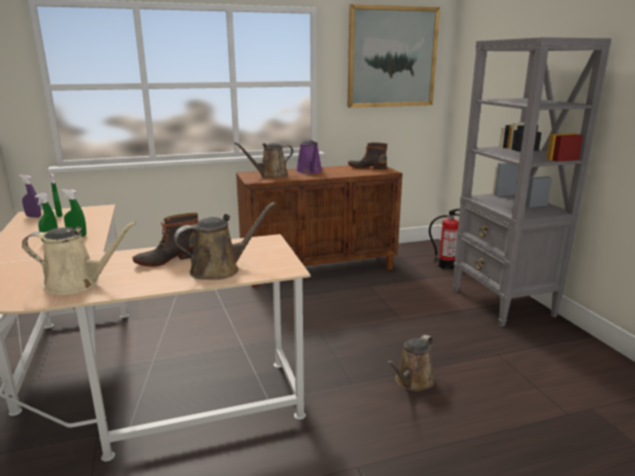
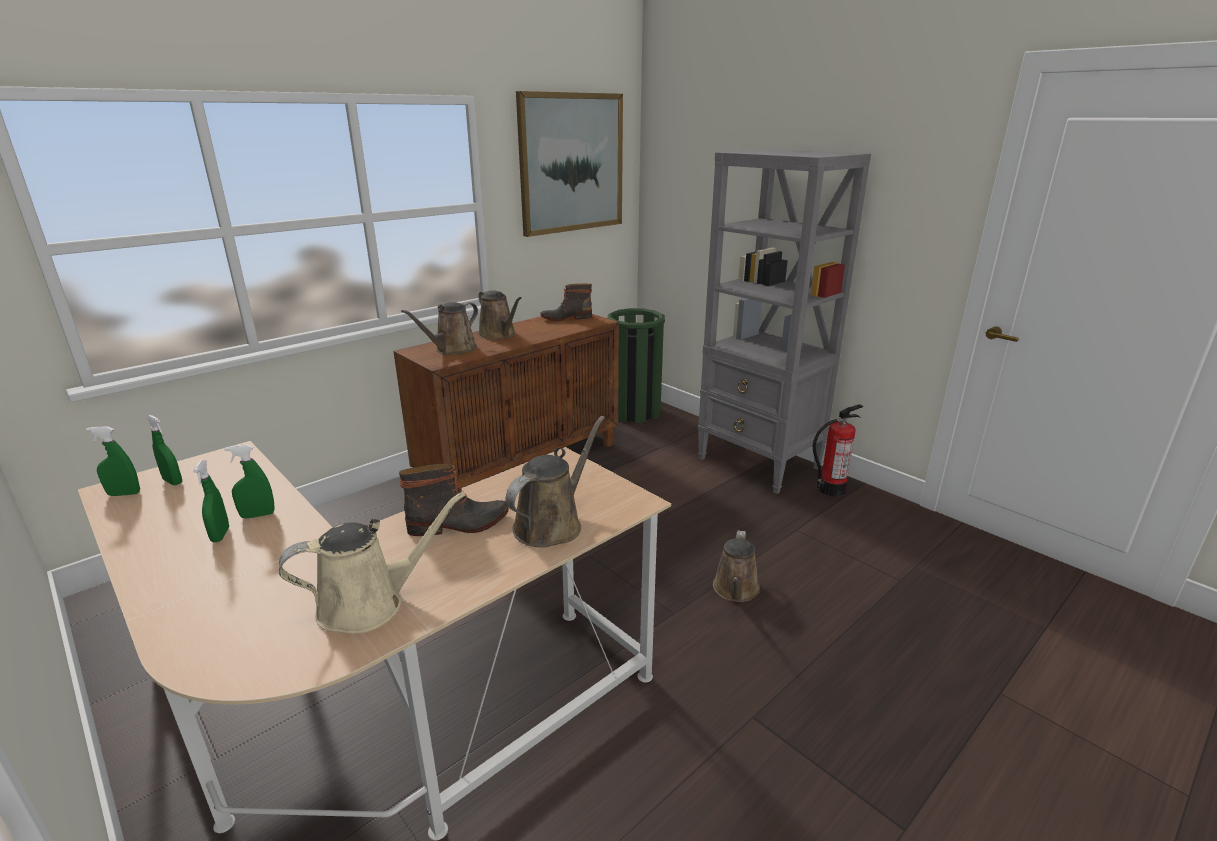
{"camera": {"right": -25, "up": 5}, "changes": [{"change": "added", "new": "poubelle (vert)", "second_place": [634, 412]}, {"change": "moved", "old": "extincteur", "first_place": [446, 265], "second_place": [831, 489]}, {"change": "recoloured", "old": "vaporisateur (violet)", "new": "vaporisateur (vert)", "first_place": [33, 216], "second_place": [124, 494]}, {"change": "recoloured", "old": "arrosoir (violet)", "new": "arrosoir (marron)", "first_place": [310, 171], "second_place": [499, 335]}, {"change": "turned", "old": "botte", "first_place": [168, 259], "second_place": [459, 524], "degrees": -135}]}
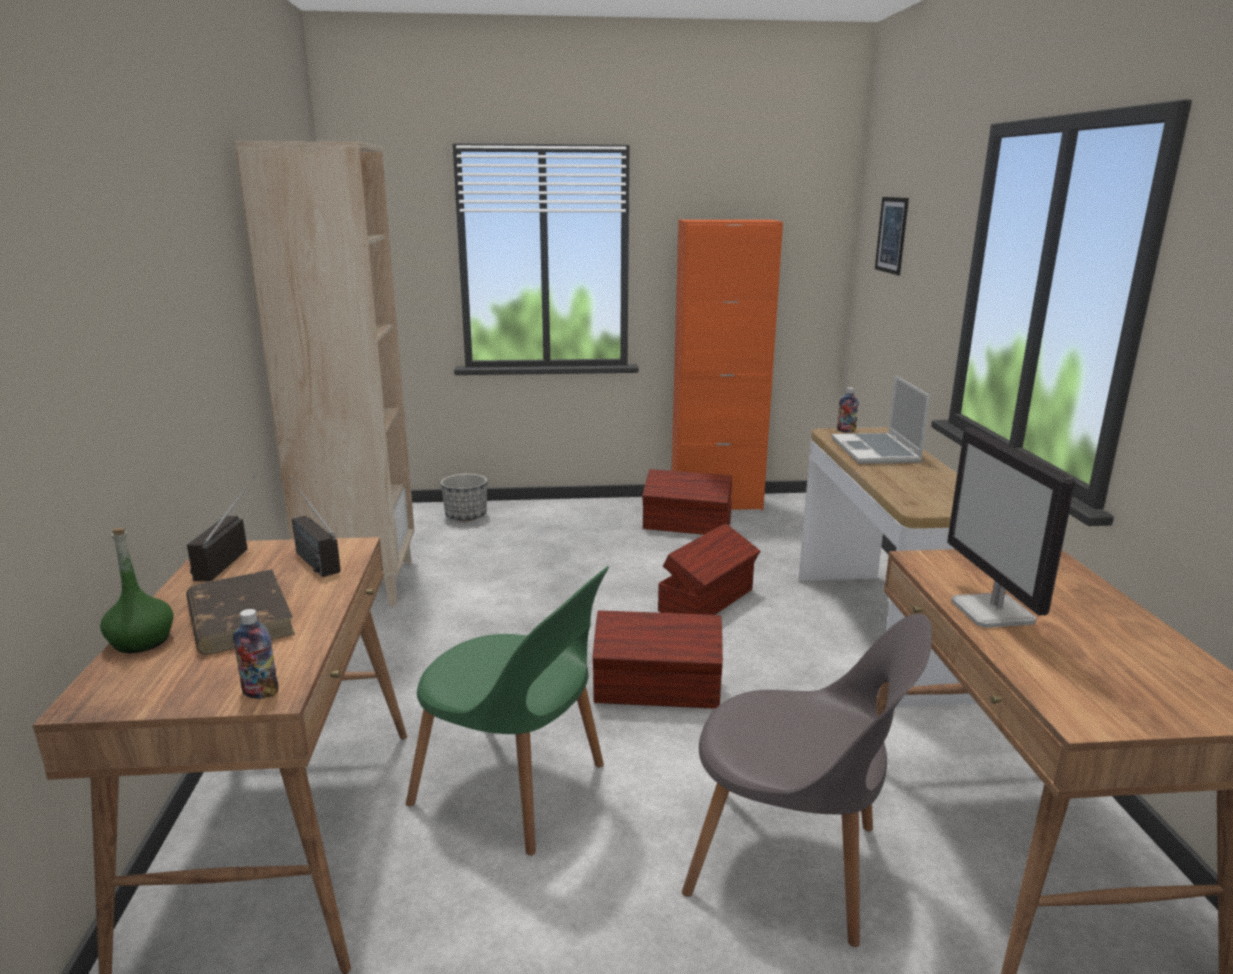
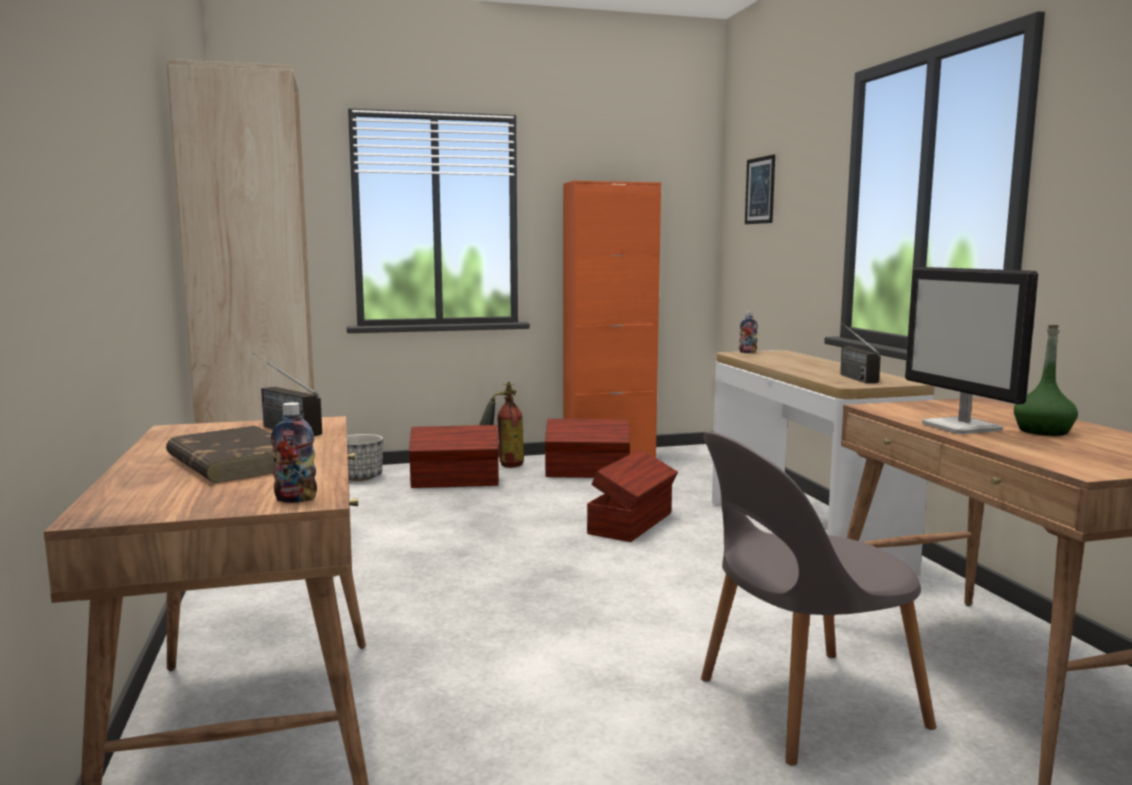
{"camera": {"right": -10, "up": -10}, "changes": [{"change": "removed", "old": "chaise (vert)", "first_place": [515, 788]}, {"change": "removed", "old": "ordinateur portable", "first_place": [876, 451]}, {"change": "added", "new": "extincteur", "second_place": [502, 466]}, {"change": "moved", "old": "bouteille (vert)", "first_place": [141, 641], "second_place": [1042, 431]}, {"change": "moved", "old": "radio", "first_place": [229, 556], "second_place": [850, 376]}, {"change": "moved", "old": "boîte de rangement (marron)", "first_place": [658, 691], "second_place": [456, 482]}, {"change": "turned", "old": "chaise (gris)", "first_place": [792, 864], "second_place": [802, 705], "degrees": 150}]}
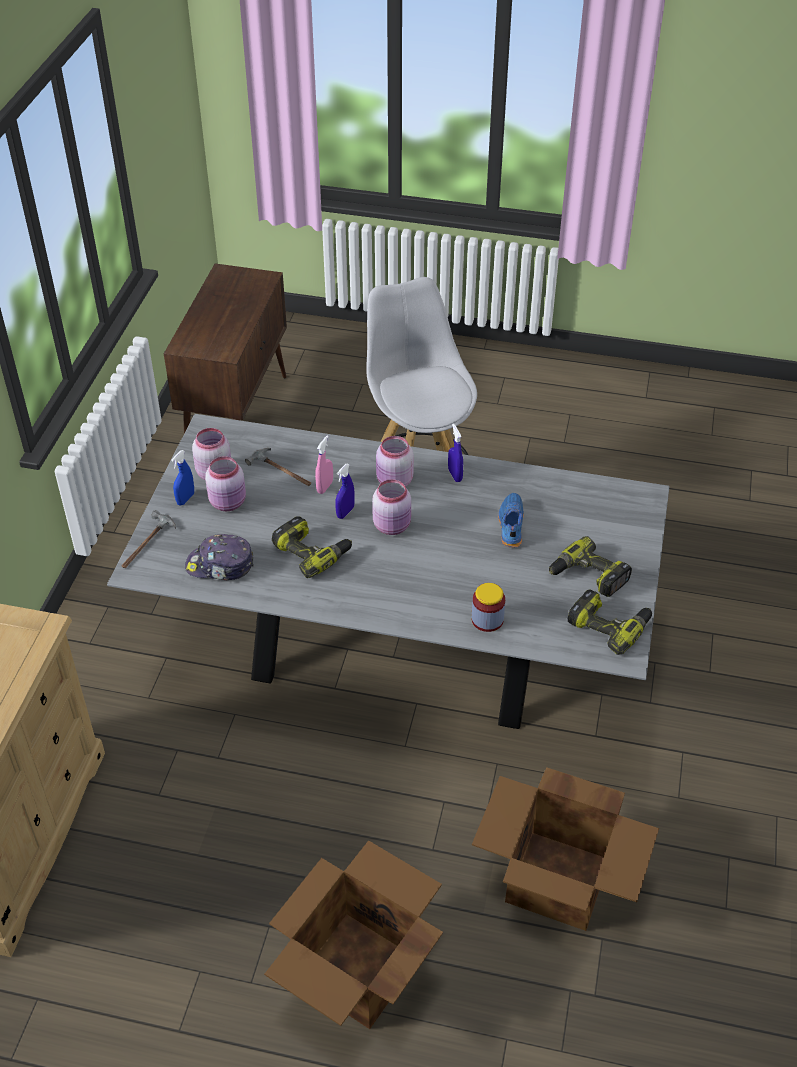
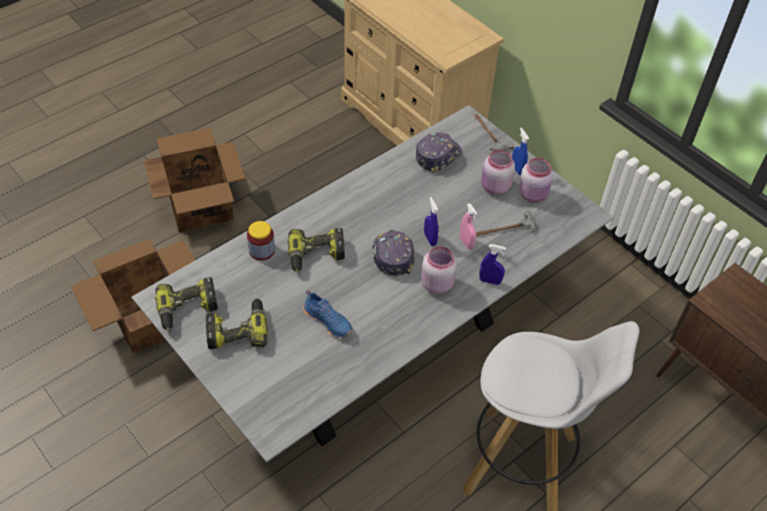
{"camera": {"right": 125, "up": 5}, "changes": [{"change": "moved", "old": "perceuse", "first_place": [312, 552], "second_place": [316, 255]}, {"change": "moved", "old": "vaporisateur (bleu)", "first_place": [455, 475], "second_place": [490, 281]}, {"change": "replaced", "old": "bocal (rose)", "new": "casquette", "first_place": [393, 525], "second_place": [392, 256]}]}
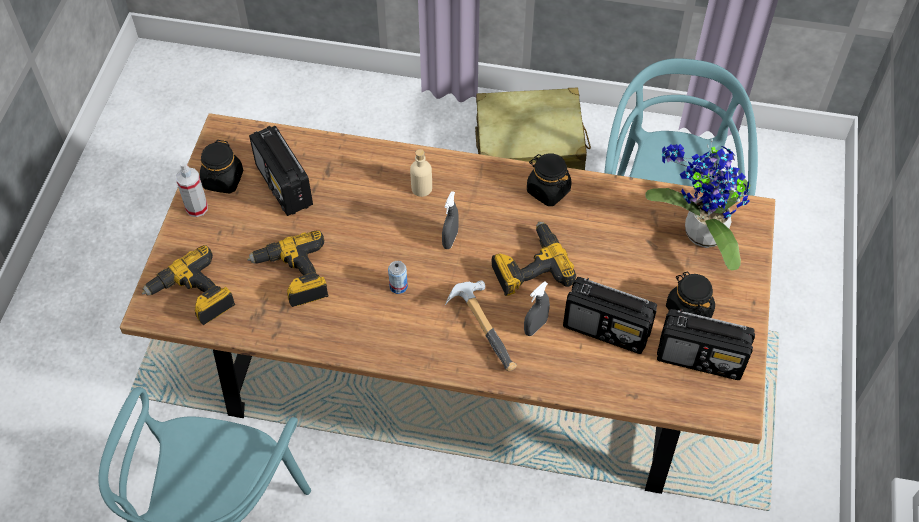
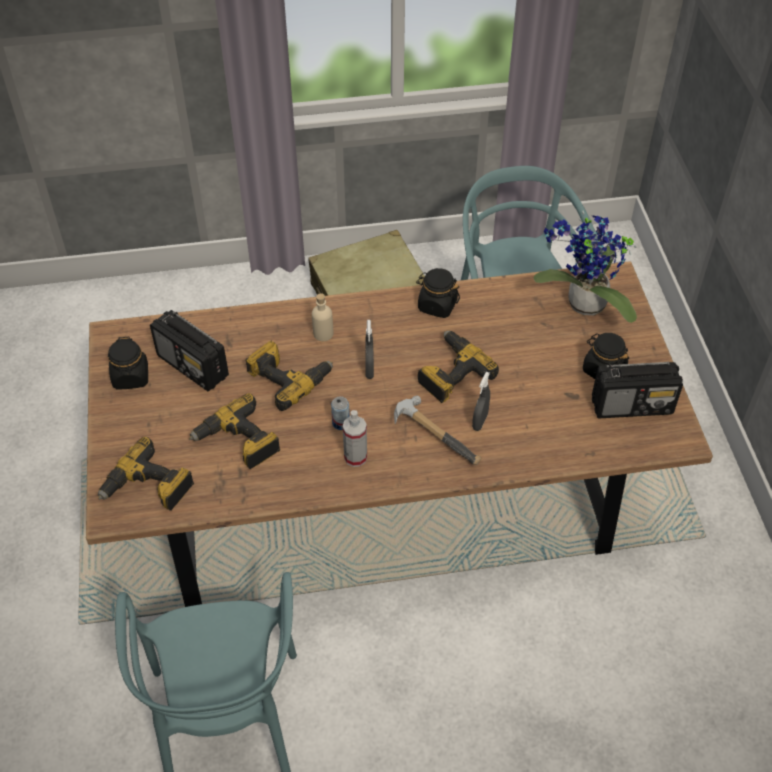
{"camera": {"right": -20, "up": -5}, "changes": [{"change": "removed", "old": "radio", "first_place": [607, 329]}, {"change": "added", "new": "perceuse", "second_place": [288, 378]}, {"change": "moved", "old": "vaporisateur", "first_place": [197, 208], "second_place": [355, 457]}]}
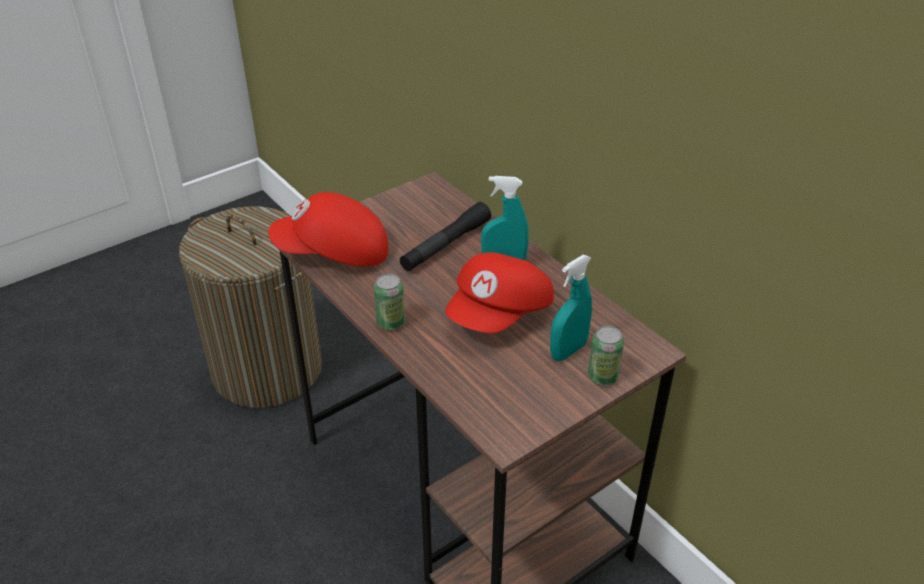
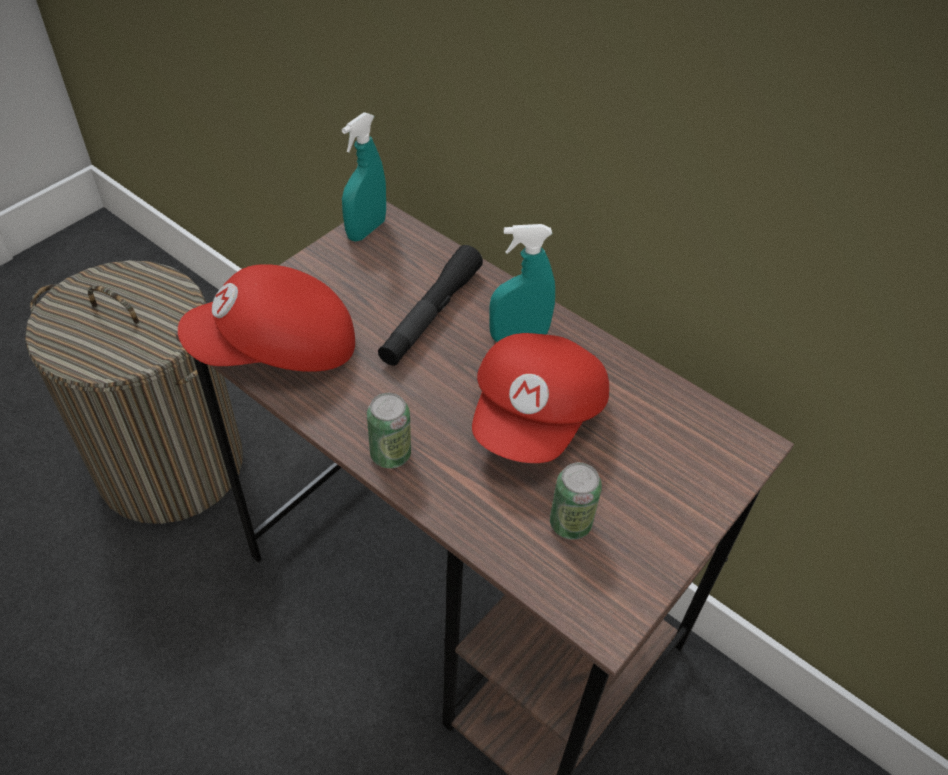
{"camera": {"right": -15, "up": 10}, "changes": [{"change": "moved", "old": "vaporisateur (turquoise)", "first_place": [568, 351], "second_place": [366, 230]}, {"change": "moved", "old": "boîte métallique", "first_place": [602, 377], "second_place": [570, 523]}]}
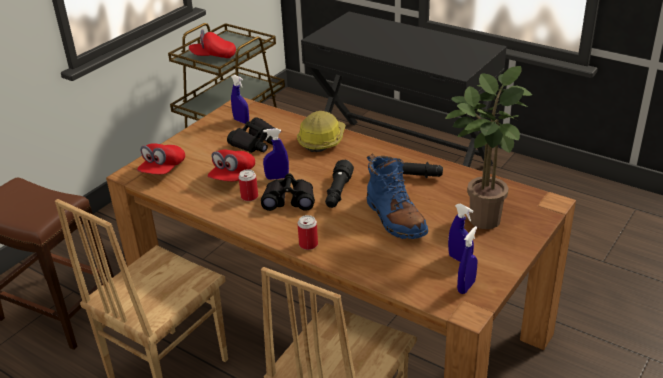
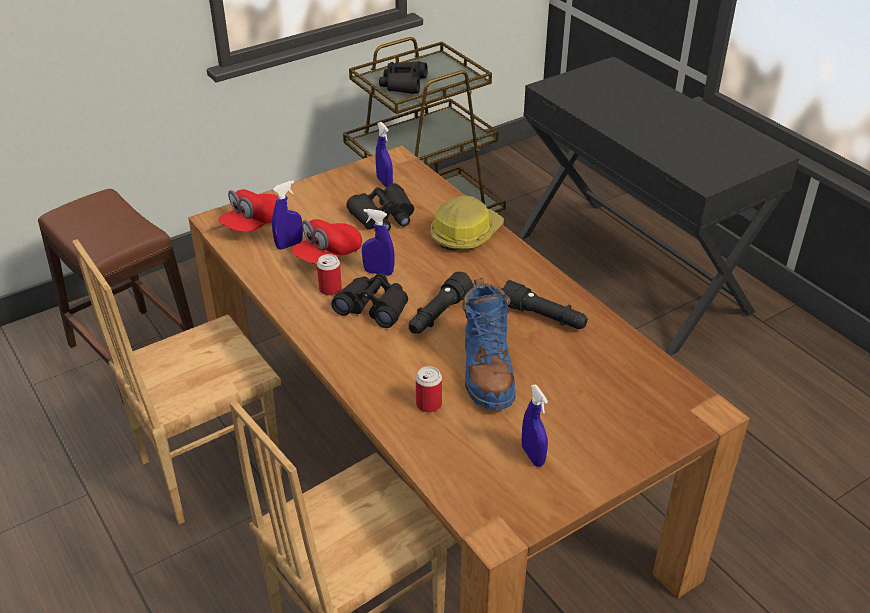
{"camera": {"right": 20, "up": 5}, "changes": [{"change": "removed", "old": "plante en pot", "first_place": [481, 216]}, {"change": "moved", "old": "boîte métallique", "first_place": [308, 244], "second_place": [429, 404]}, {"change": "moved", "old": "vaporisateur (bleu)", "first_place": [466, 287], "second_place": [289, 245]}, {"change": "replaced", "old": "casquette (rouge)", "new": "jumelles (noir)", "first_place": [213, 56], "second_place": [404, 84]}]}
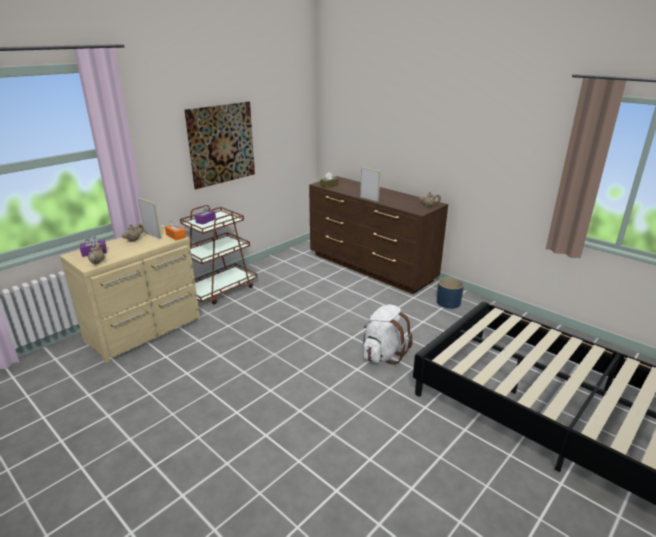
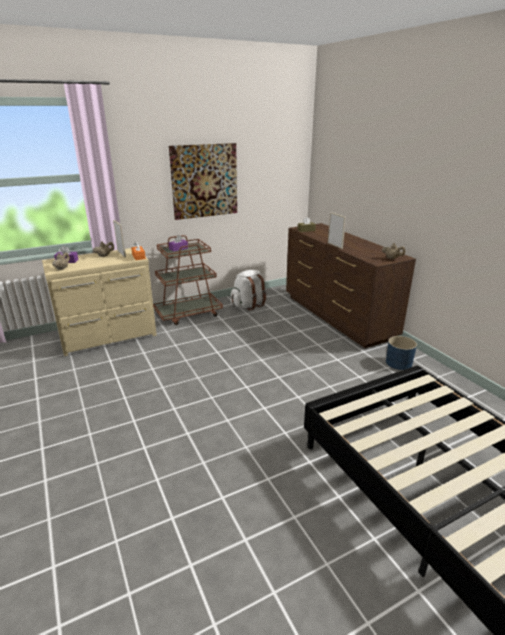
{"camera": {"right": 20, "up": 0}, "changes": [{"change": "moved", "old": "sac à dos (blanc)", "first_place": [383, 354], "second_place": [249, 305]}]}
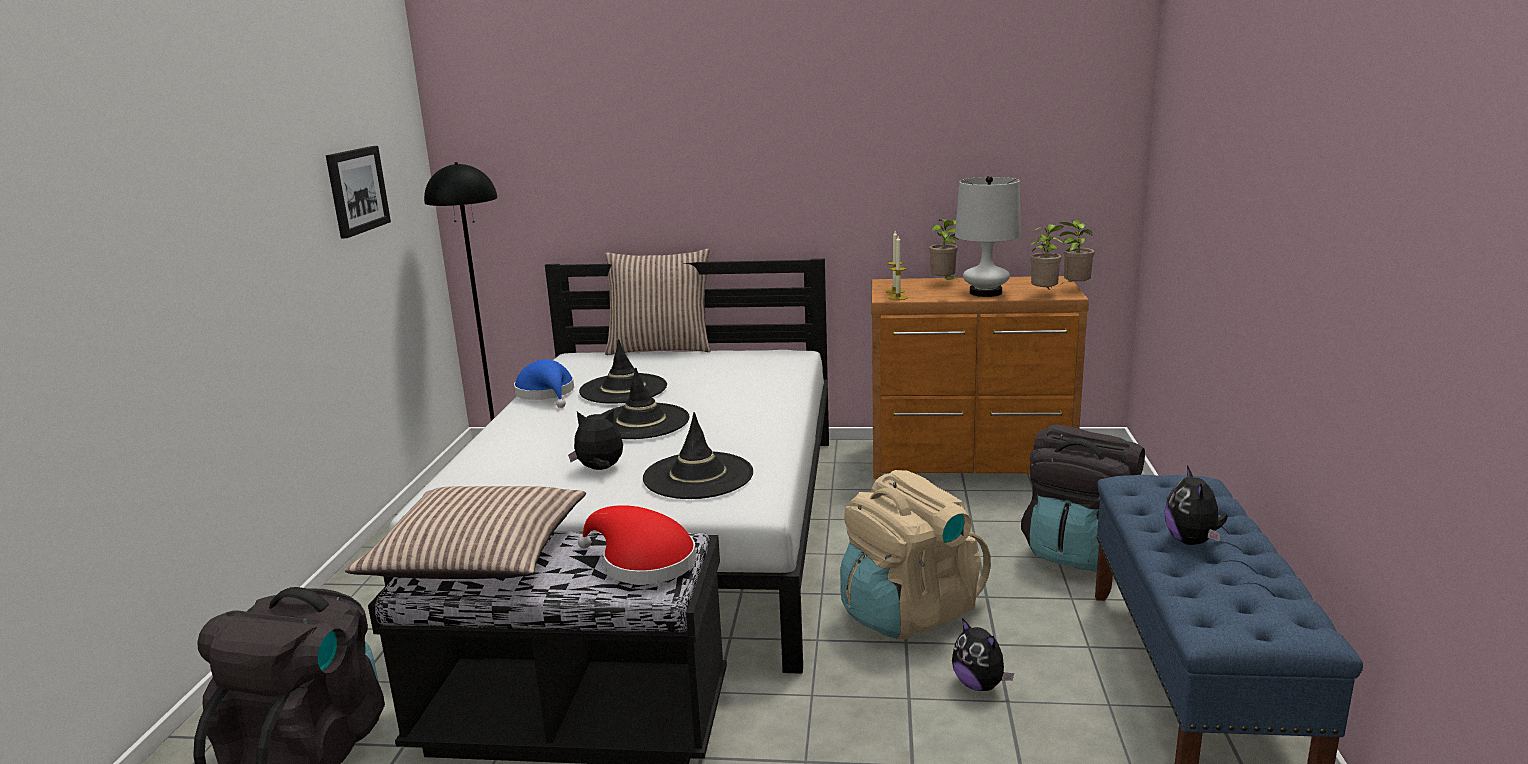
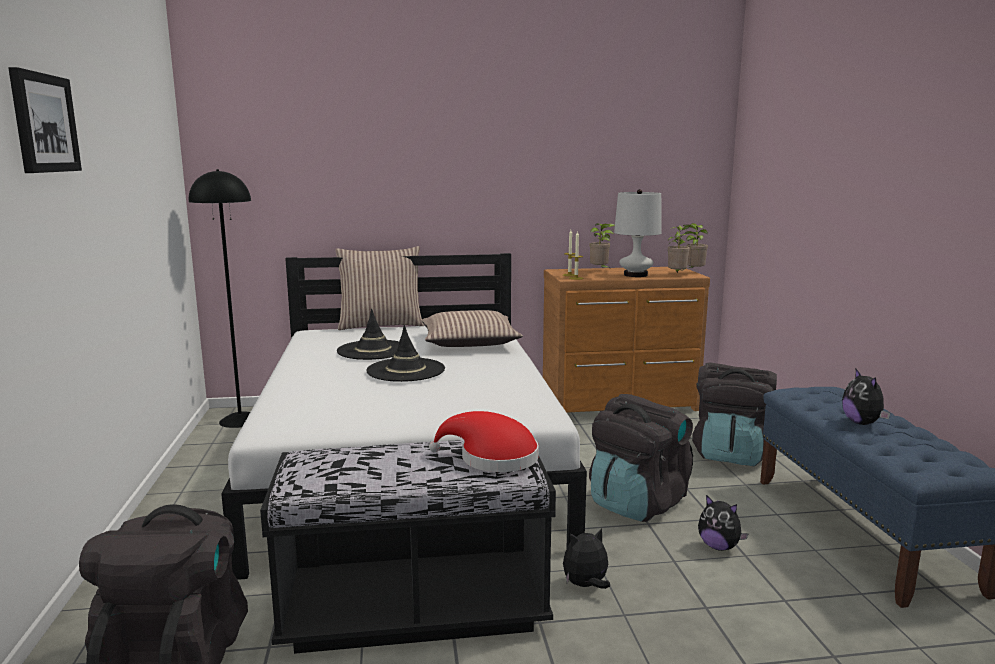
{"camera": {"right": -15, "up": -5}, "changes": [{"change": "removed", "old": "chapeau (bleu)", "first_place": [547, 393]}, {"change": "removed", "old": "chapeau (noir)", "first_place": [698, 476]}, {"change": "moved", "old": "tableau", "first_place": [356, 190], "second_place": [43, 123]}, {"change": "moved", "old": "coussin", "first_place": [478, 554], "second_place": [469, 342]}, {"change": "moved", "old": "peluche", "first_place": [600, 469], "second_place": [586, 586]}, {"change": "recoloured", "old": "sac à dos (beige)", "new": "sac à dos (noir)", "first_place": [908, 612], "second_place": [637, 503]}]}
